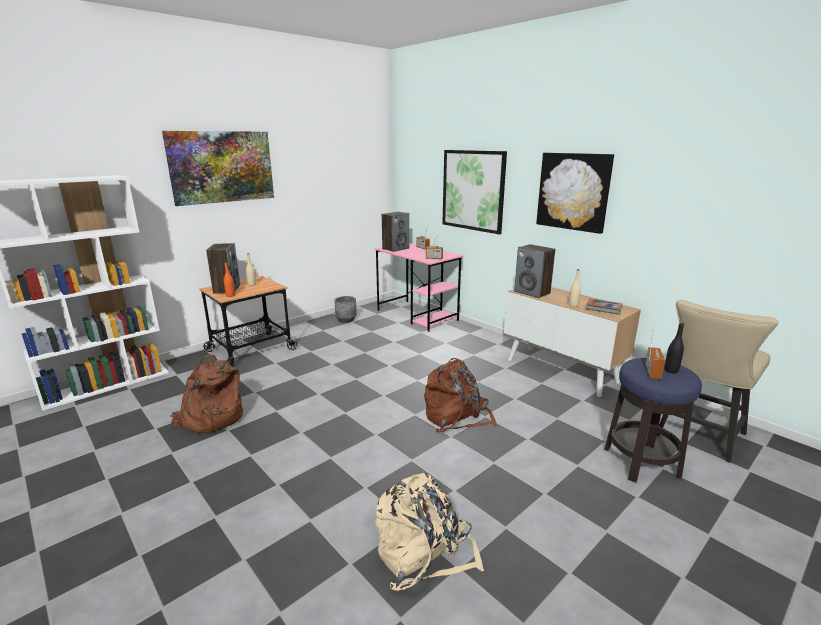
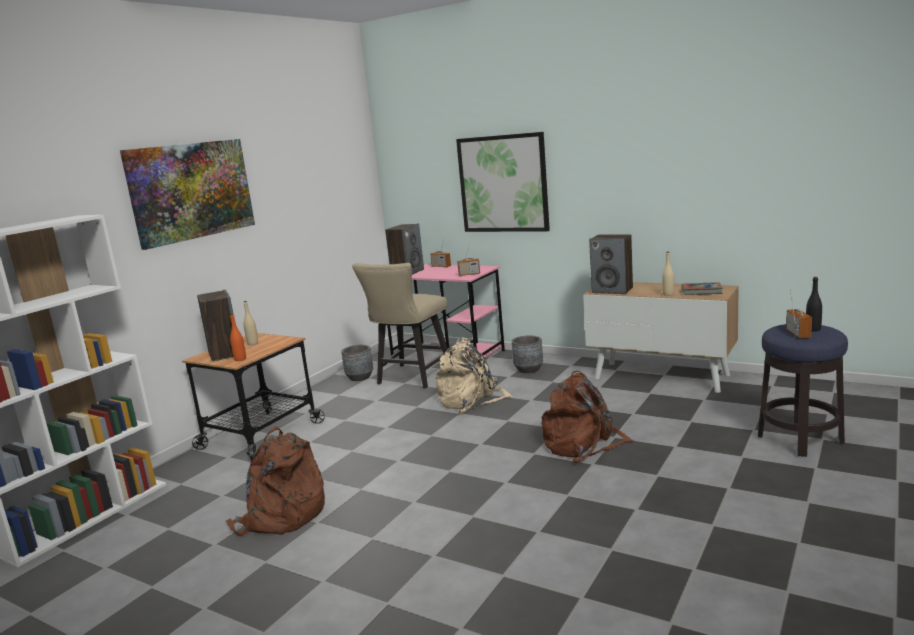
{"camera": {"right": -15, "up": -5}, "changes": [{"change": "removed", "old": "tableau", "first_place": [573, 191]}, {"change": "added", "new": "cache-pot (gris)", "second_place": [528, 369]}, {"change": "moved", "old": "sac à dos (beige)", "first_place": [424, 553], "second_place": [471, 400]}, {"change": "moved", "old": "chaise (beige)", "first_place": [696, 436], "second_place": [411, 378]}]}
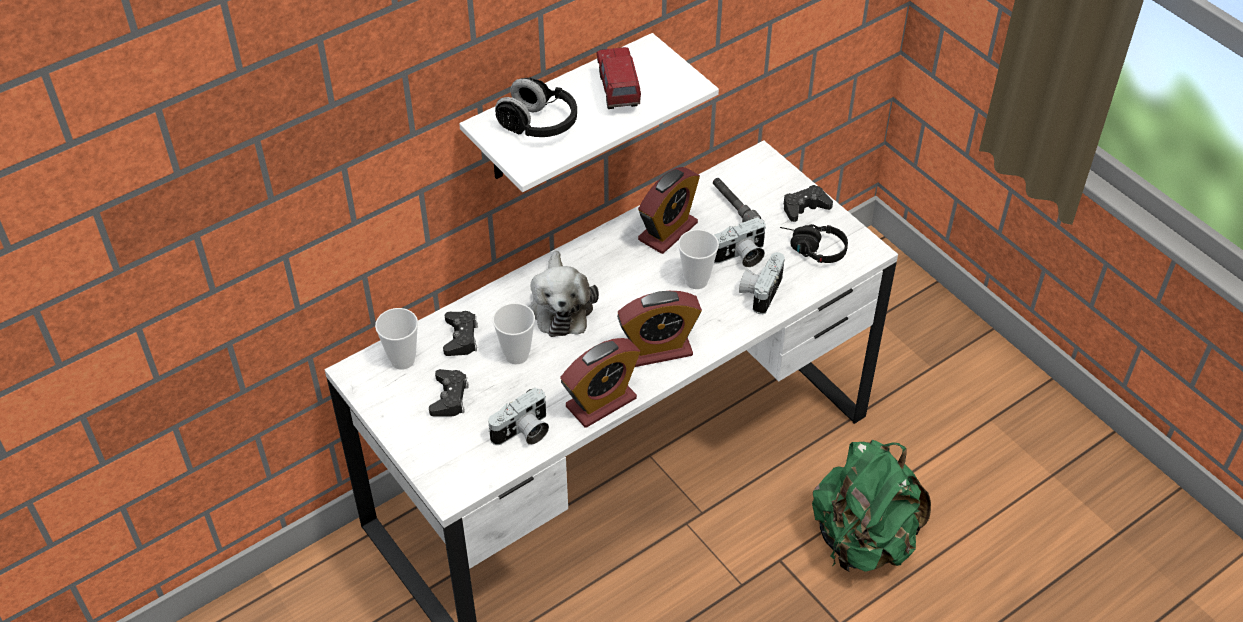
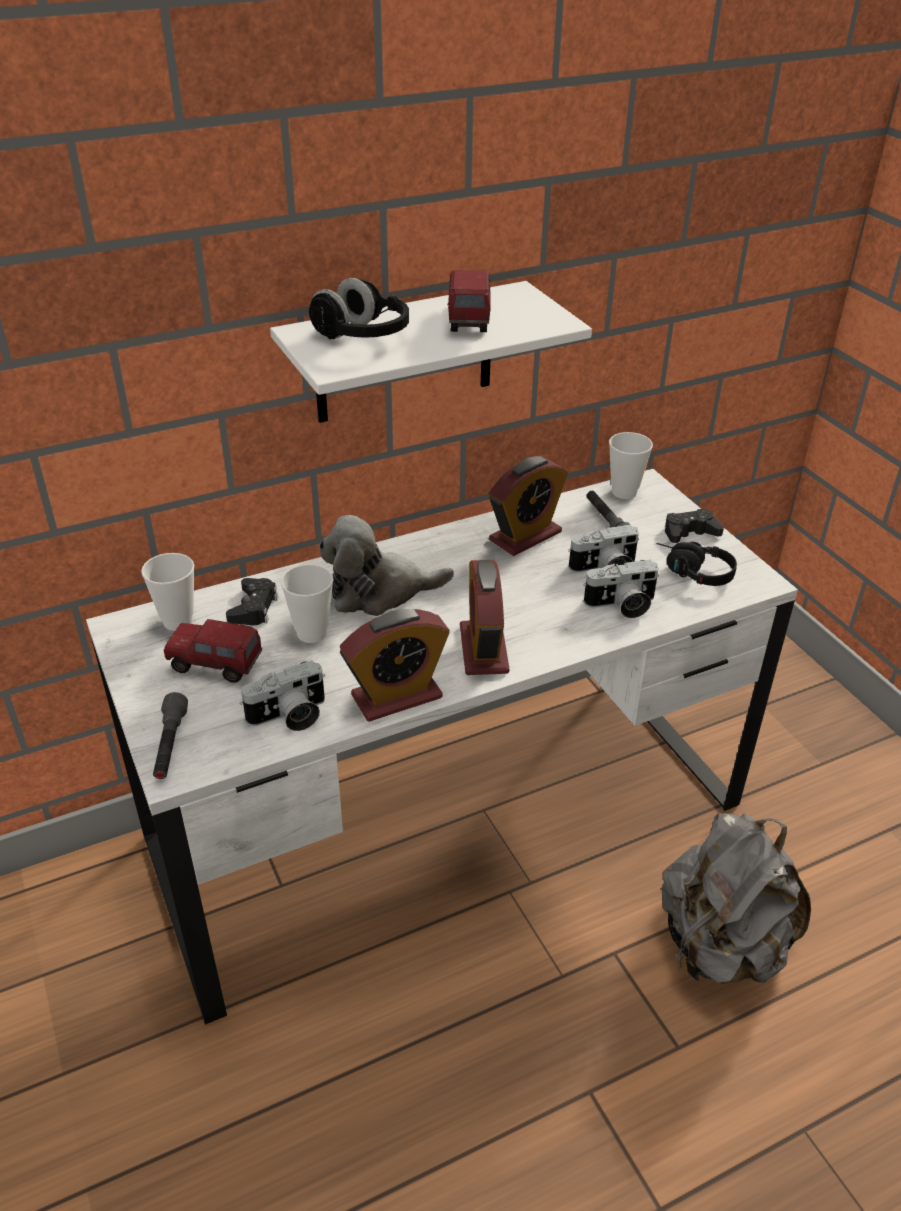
{"camera": {"right": 10, "up": -10}, "changes": [{"change": "added", "new": "lampe de poche (gris)", "second_place": [170, 745]}, {"change": "moved", "old": "tasse", "first_place": [696, 280], "second_place": [624, 492]}, {"change": "replaced", "old": "manette (noir)", "new": "camion jouet", "first_place": [449, 397], "second_place": [215, 666]}, {"change": "recoloured", "old": "sac à dos (vert)", "new": "sac à dos (gris)", "first_place": [863, 540], "second_place": [720, 946]}, {"change": "turned", "old": "peluche", "first_place": [560, 306], "second_place": [379, 591], "degrees": 75}, {"change": "turned", "old": "réveil", "first_place": [658, 349], "second_place": [483, 649], "degrees": 90}, {"change": "turned", "old": "appareil photo", "first_place": [760, 291], "second_place": [621, 605], "degrees": -135}]}
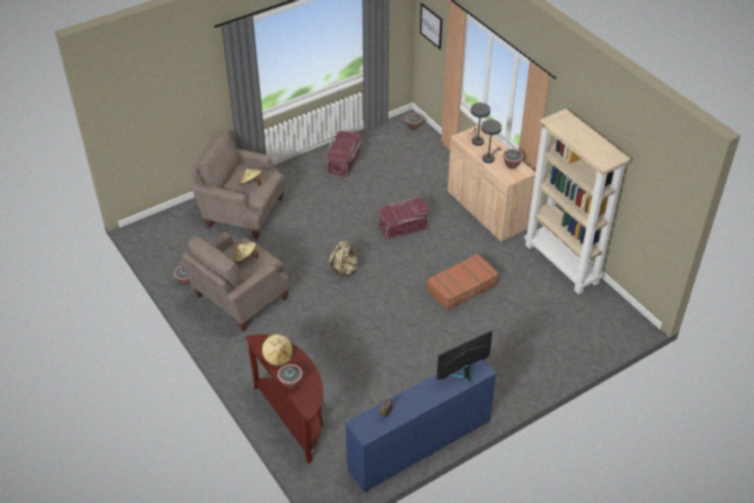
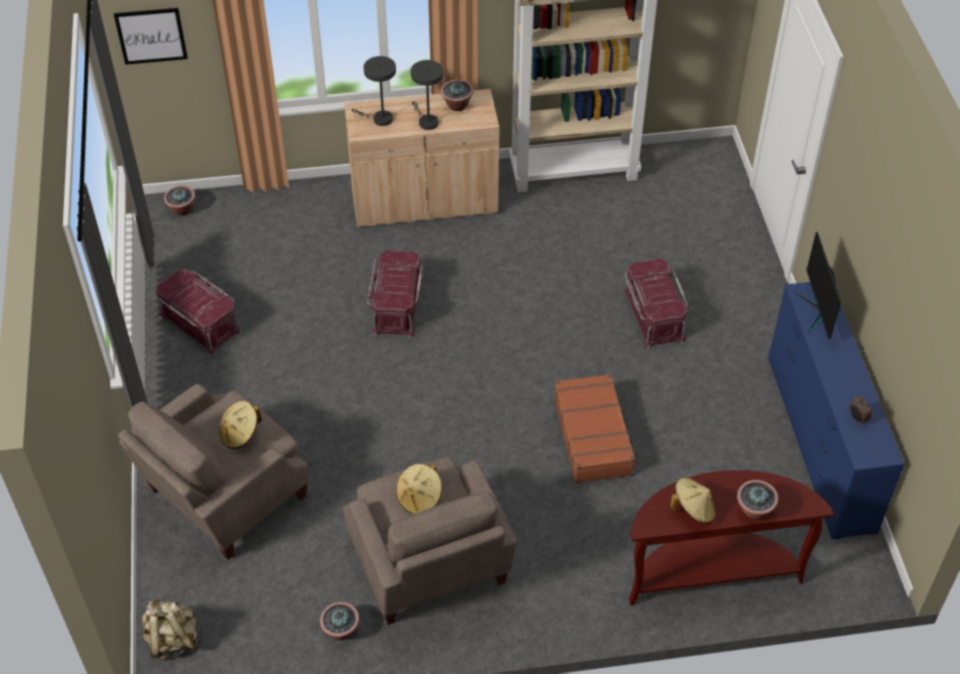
{"camera": {"right": -65, "up": 5}, "changes": [{"change": "added", "new": "boîte de rangement (rouge)", "second_place": [652, 315]}, {"change": "moved", "old": "sac à dos (beige)", "first_place": [344, 270], "second_place": [172, 640]}, {"change": "moved", "old": "valise (marron)", "first_place": [462, 288], "second_place": [593, 436]}]}
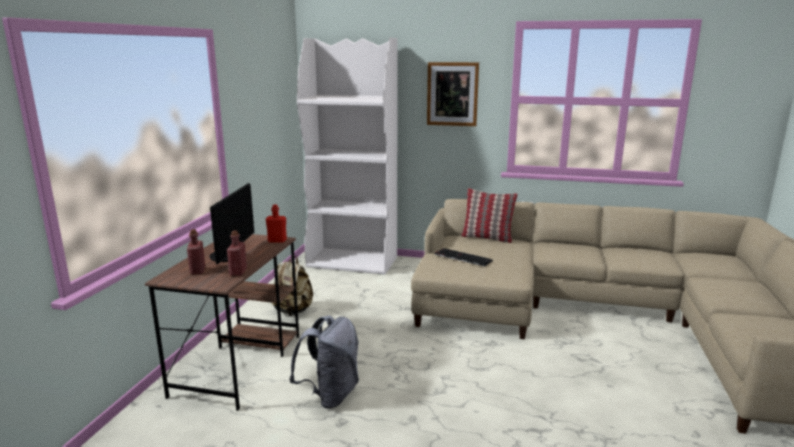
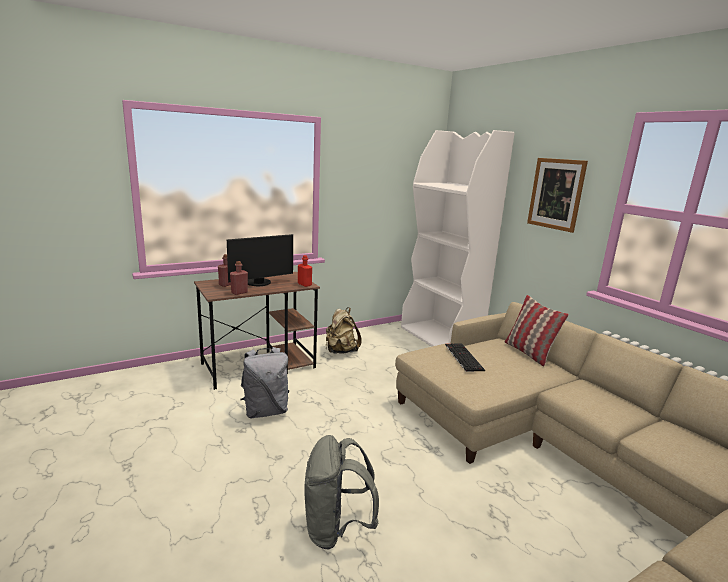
{"camera": {"right": 45, "up": 0}, "changes": [{"change": "added", "new": "sac à dos (gris)", "second_place": [336, 529]}]}
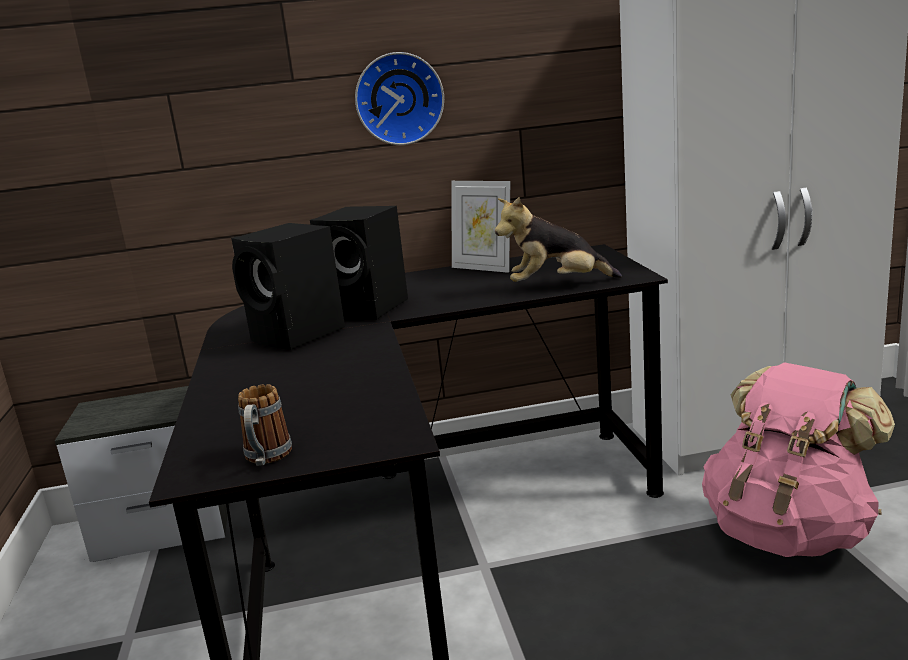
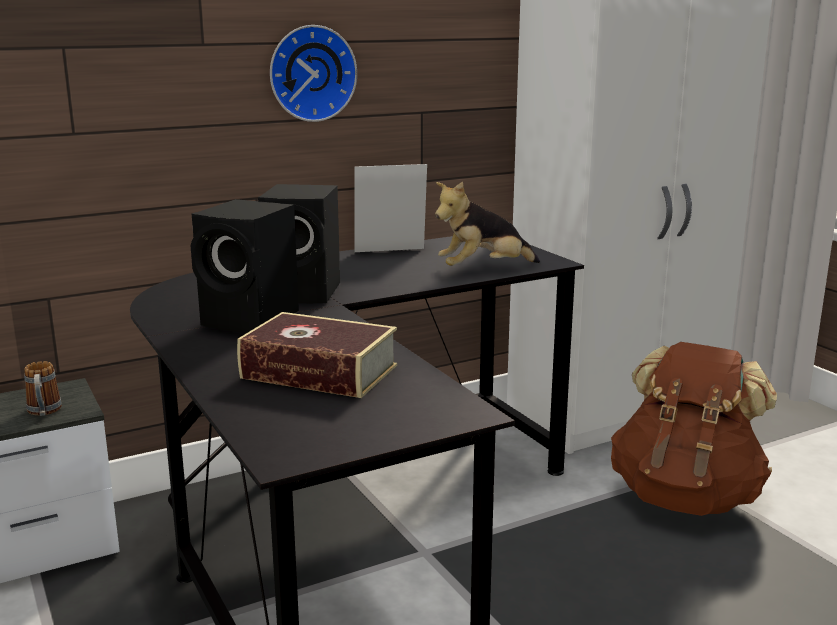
{"camera": {"right": -20, "up": 0}, "changes": [{"change": "added", "new": "livre", "second_place": [319, 372]}, {"change": "moved", "old": "mug", "first_place": [266, 459], "second_place": [44, 412]}, {"change": "recoloured", "old": "sac à dos (rose)", "new": "sac à dos (marron)", "first_place": [788, 532], "second_place": [685, 496]}, {"change": "turned", "old": "cadre photo", "first_place": [483, 268], "second_place": [390, 252], "degrees": 150}]}
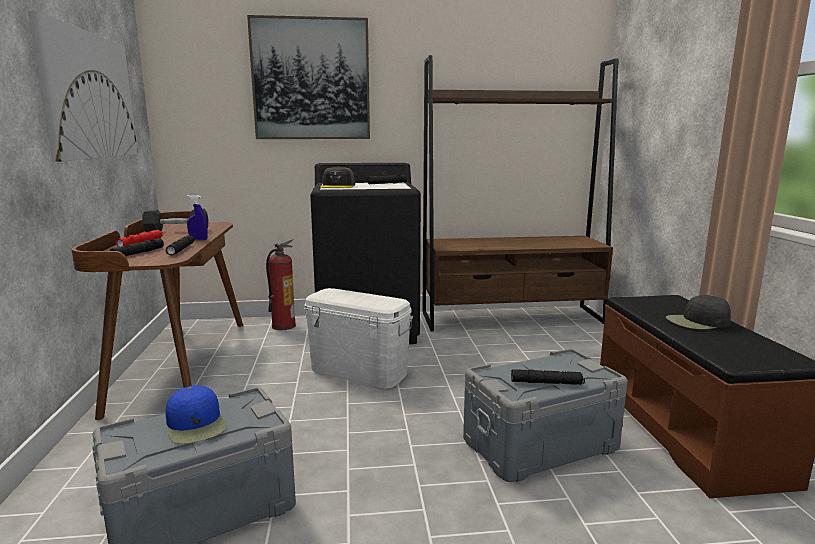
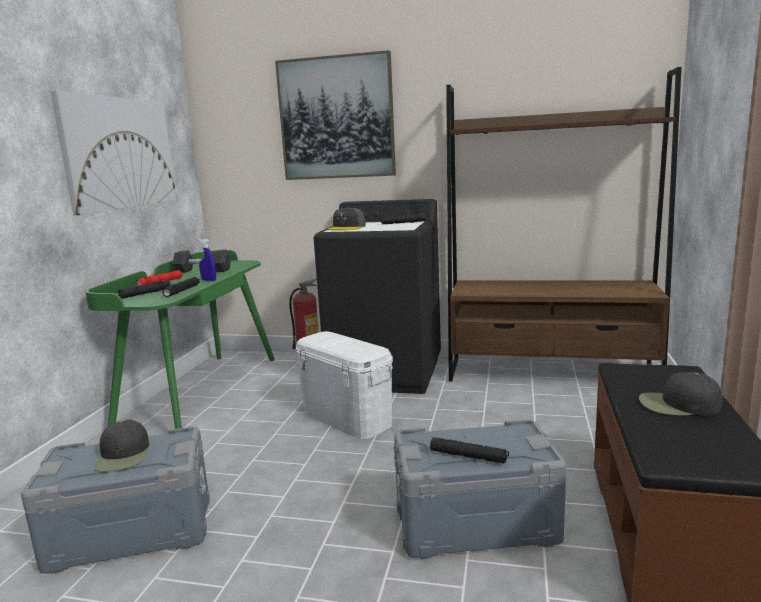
{"camera": {"right": 20, "up": 0}, "changes": [{"change": "recoloured", "old": "bureau (marron)", "new": "bureau (vert)", "first_place": [181, 363], "second_place": [201, 392]}, {"change": "recoloured", "old": "casquette (bleu)", "new": "casquette (noir)", "first_place": [196, 425], "second_place": [123, 455]}]}
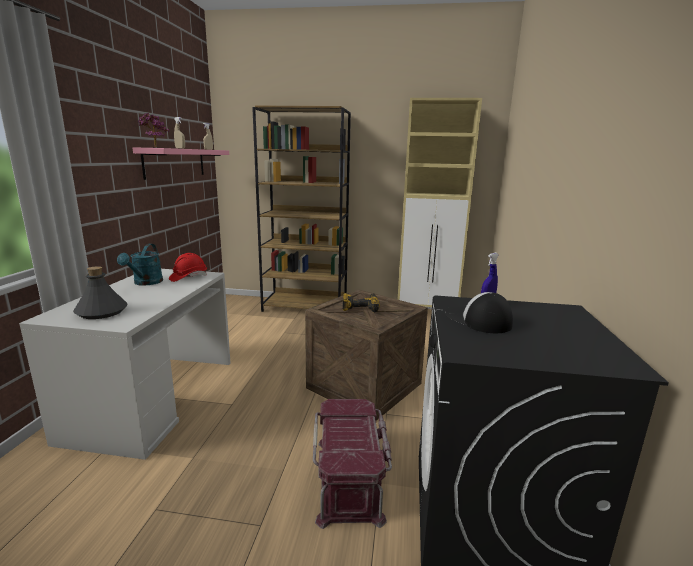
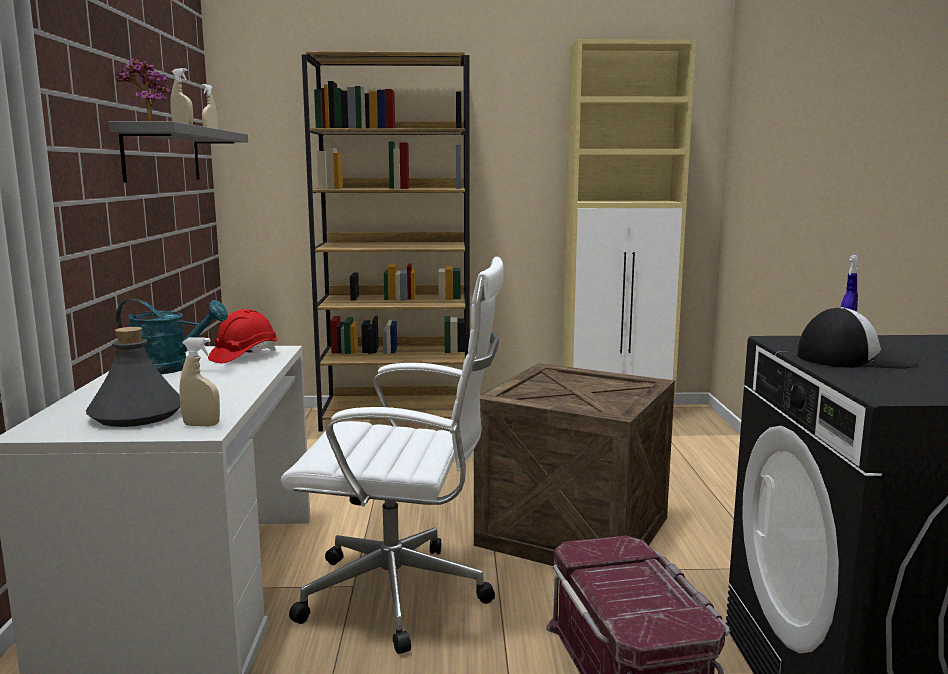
{"camera": {"right": -10, "up": -5}, "changes": [{"change": "removed", "old": "perceuse", "first_place": [360, 307]}, {"change": "added", "new": "vaporisateur (beige)", "second_place": [201, 425]}, {"change": "added", "new": "chaise de bureau (blanc)", "second_place": [403, 596]}, {"change": "recoloured", "old": "étagère (rose)", "new": "étagère (gris)", "first_place": [175, 163], "second_place": [163, 154]}, {"change": "turned", "old": "arrosoir (turquoise)", "first_place": [145, 283], "second_place": [170, 368], "degrees": -75}, {"change": "turned", "old": "casquette", "first_place": [477, 320], "second_place": [855, 358], "degrees": 135}]}
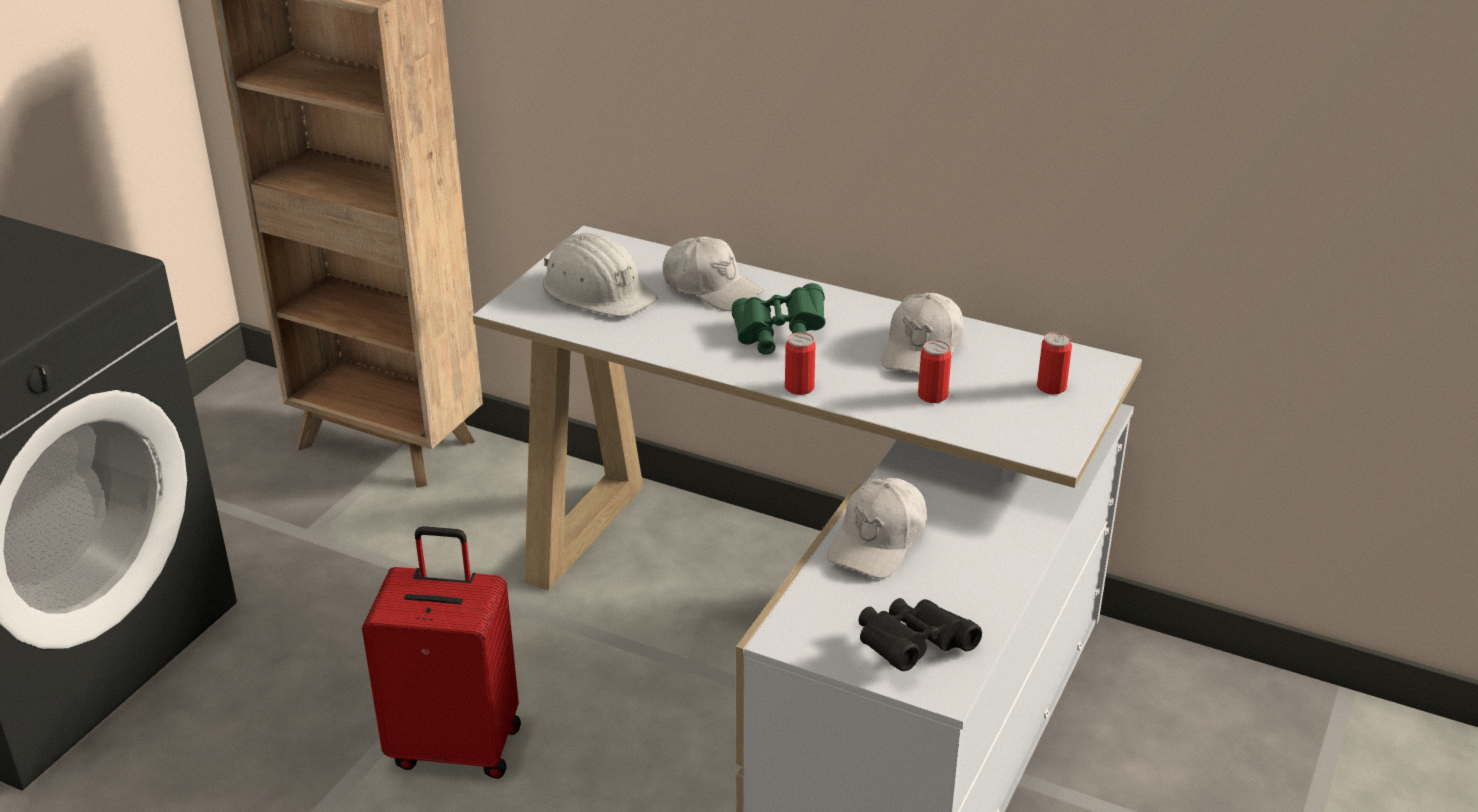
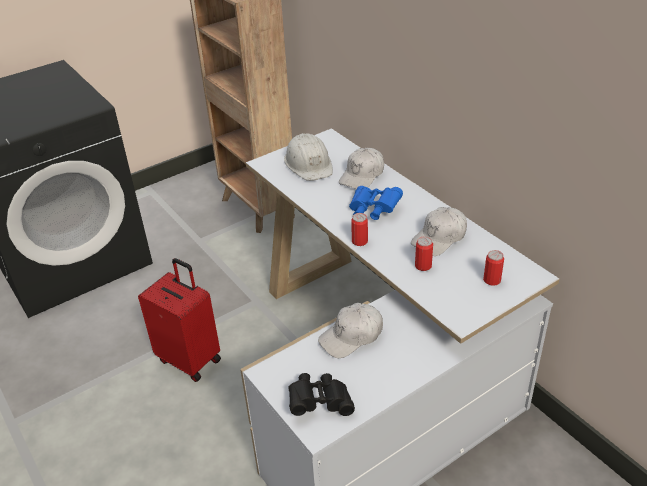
{"camera": {"right": 30, "up": 5}, "changes": [{"change": "recoloured", "old": "jumelles (vert)", "new": "jumelles (bleu)", "first_place": [779, 336], "second_place": [373, 210]}, {"change": "turned", "old": "casquette (blanc)", "first_place": [711, 288], "second_place": [362, 175], "degrees": 60}]}
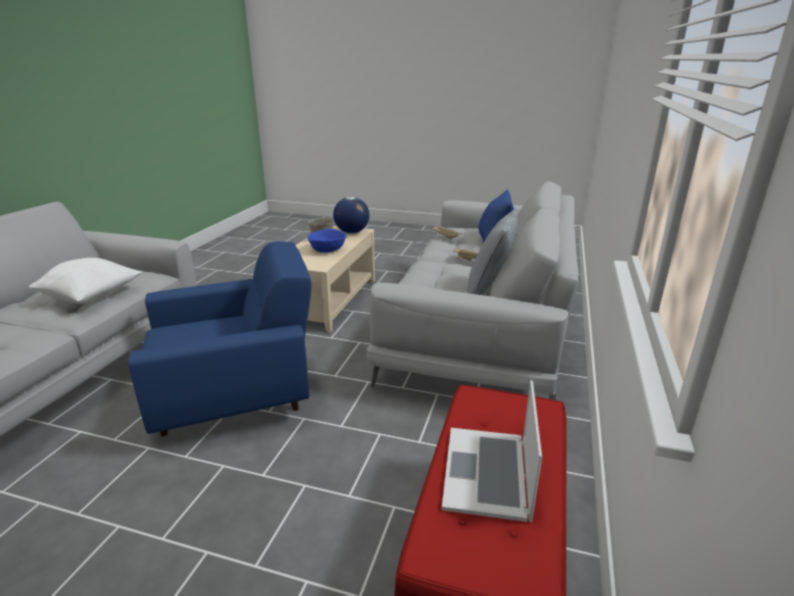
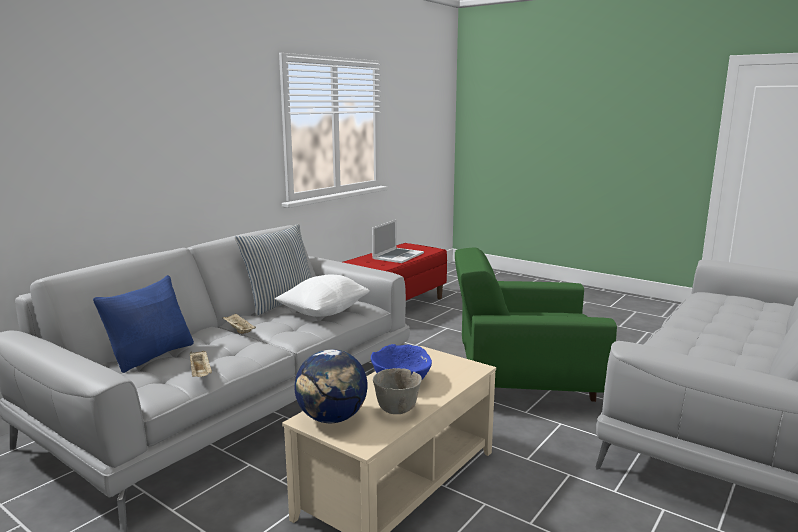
{"camera": {"right": -160, "up": -10}, "changes": [{"change": "moved", "old": "coussin (blanc)", "first_place": [91, 297], "second_place": [324, 312]}, {"change": "recoloured", "old": "fauteuil (bleu)", "new": "fauteuil (vert)", "first_place": [236, 395], "second_place": [523, 381]}]}
